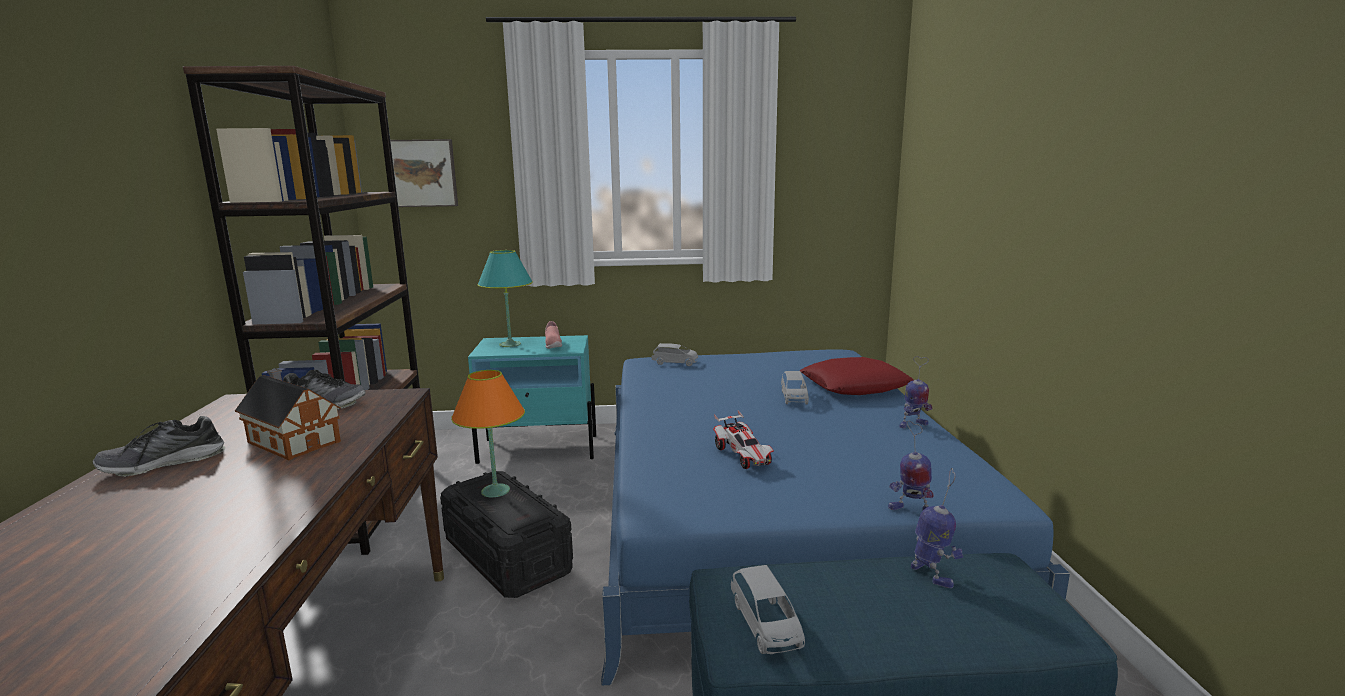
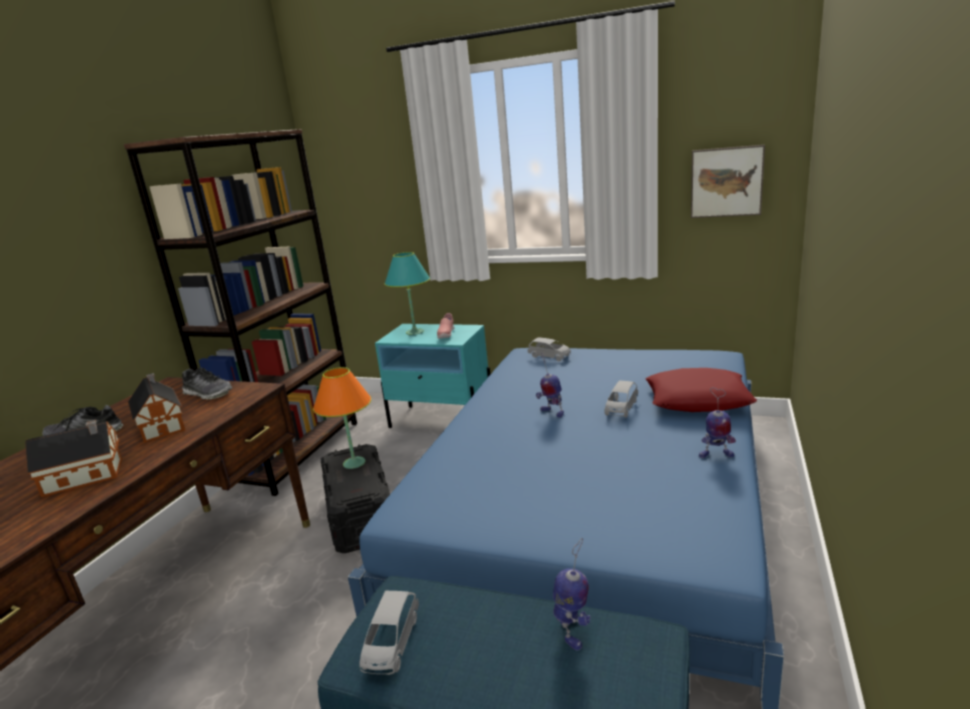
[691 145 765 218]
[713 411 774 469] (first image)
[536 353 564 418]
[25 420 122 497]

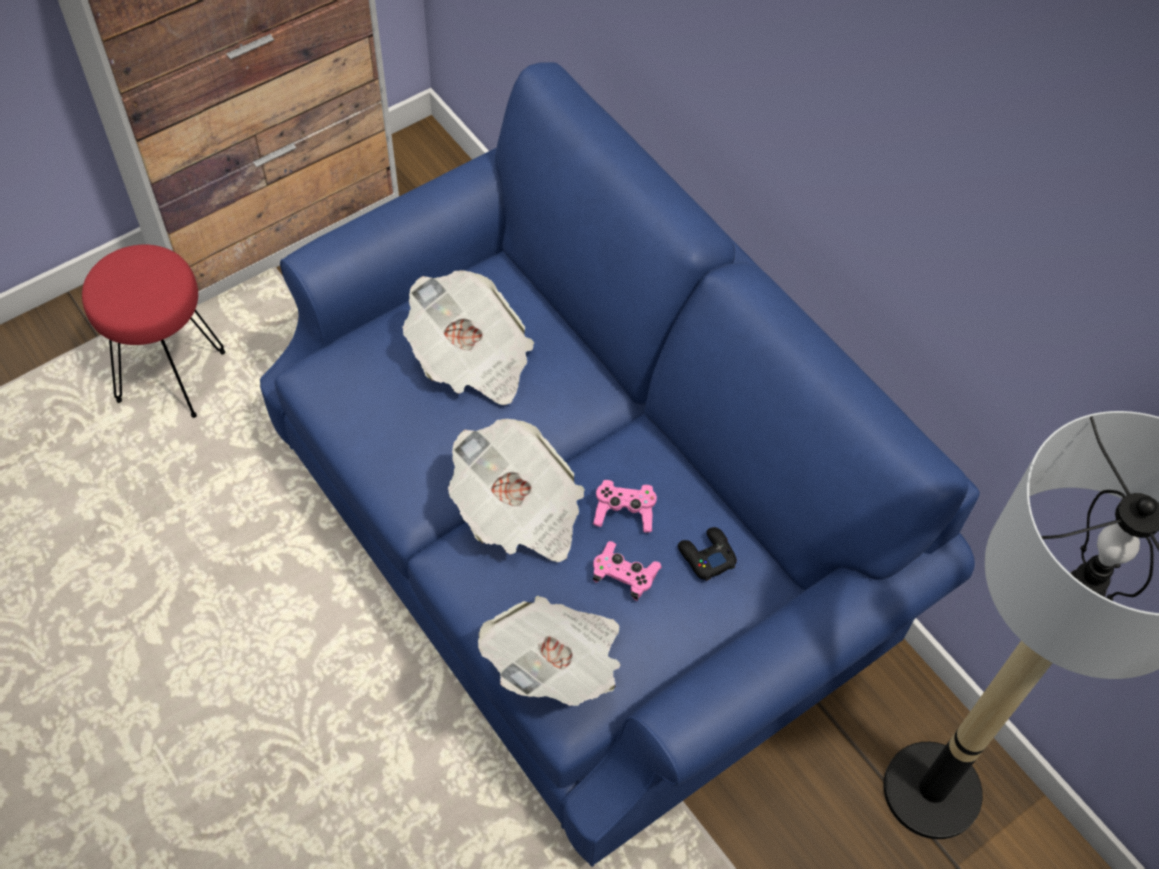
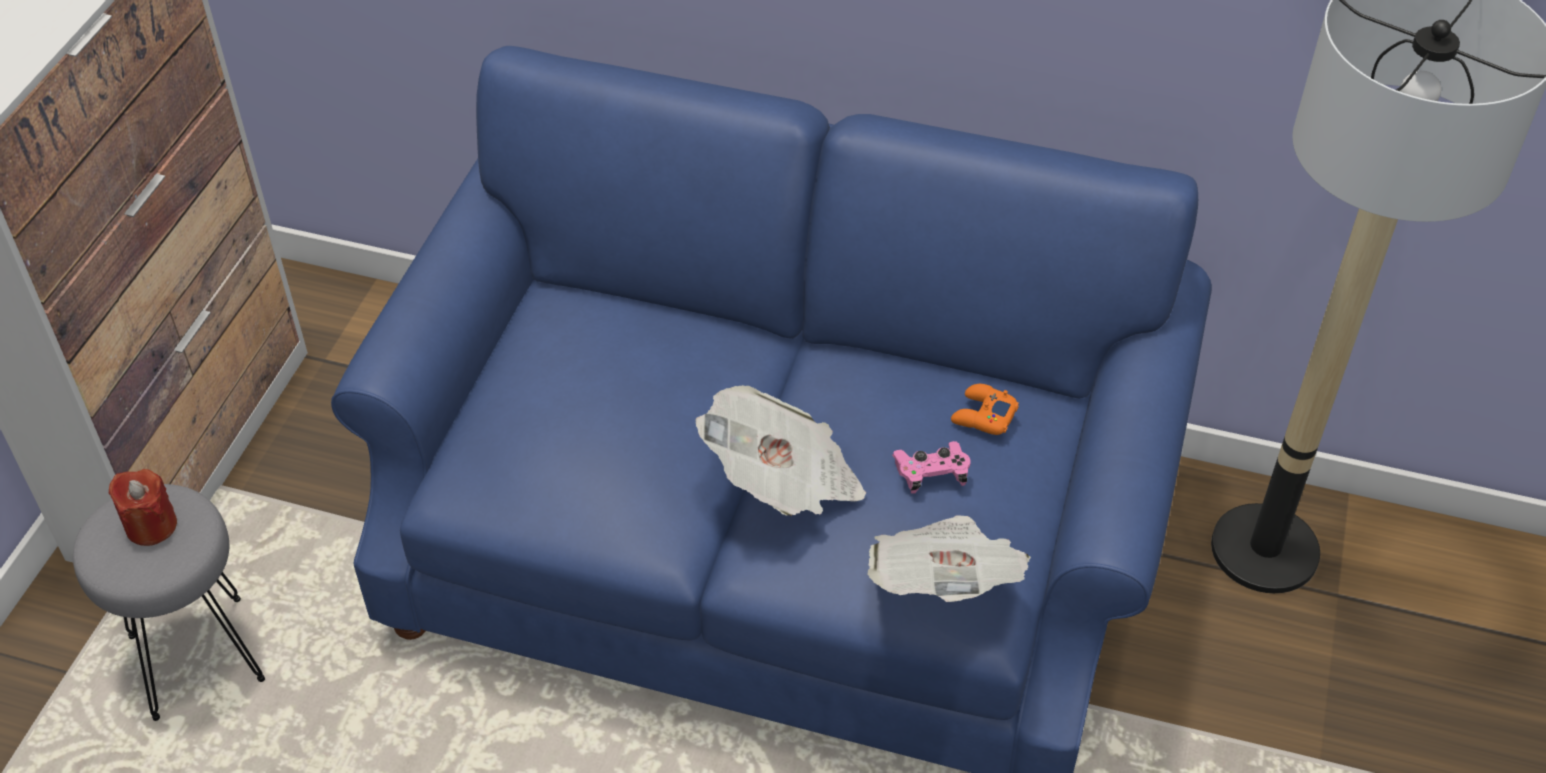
[73 484 265 721]
[402 270 534 405] (first image)
[593 480 657 533] (first image)
[951 384 1019 435]
[108 469 177 546]

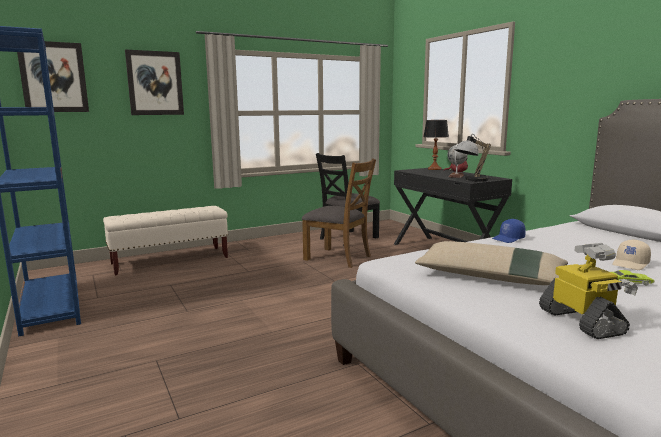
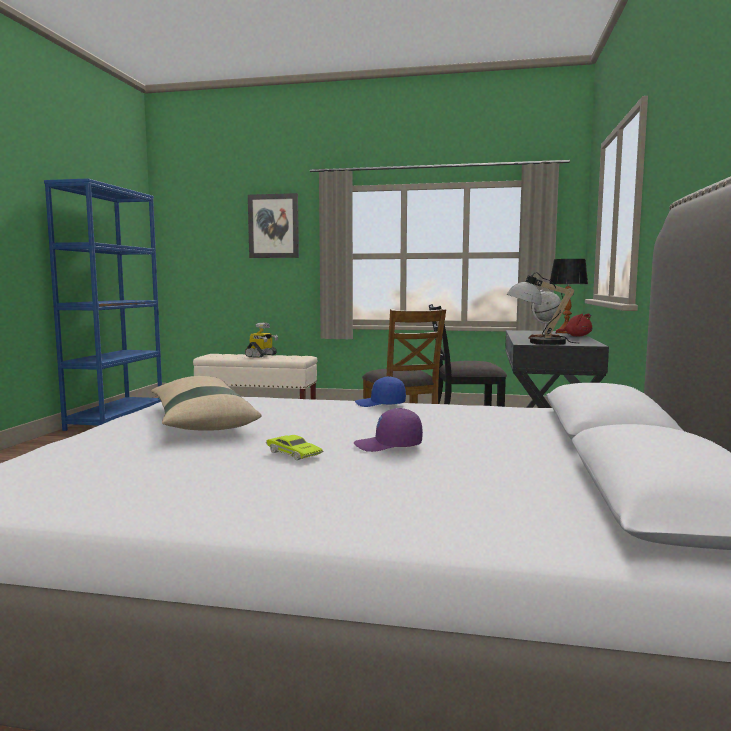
[17 41 89 112] (first image)
[245 323 278 358]
[354 408 423 452]

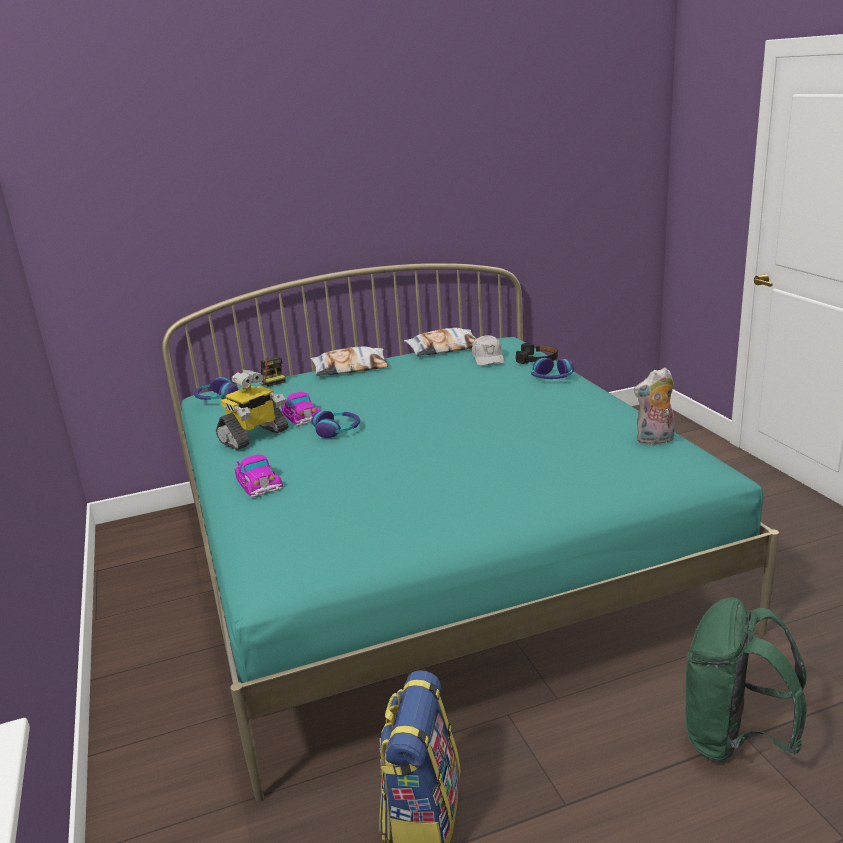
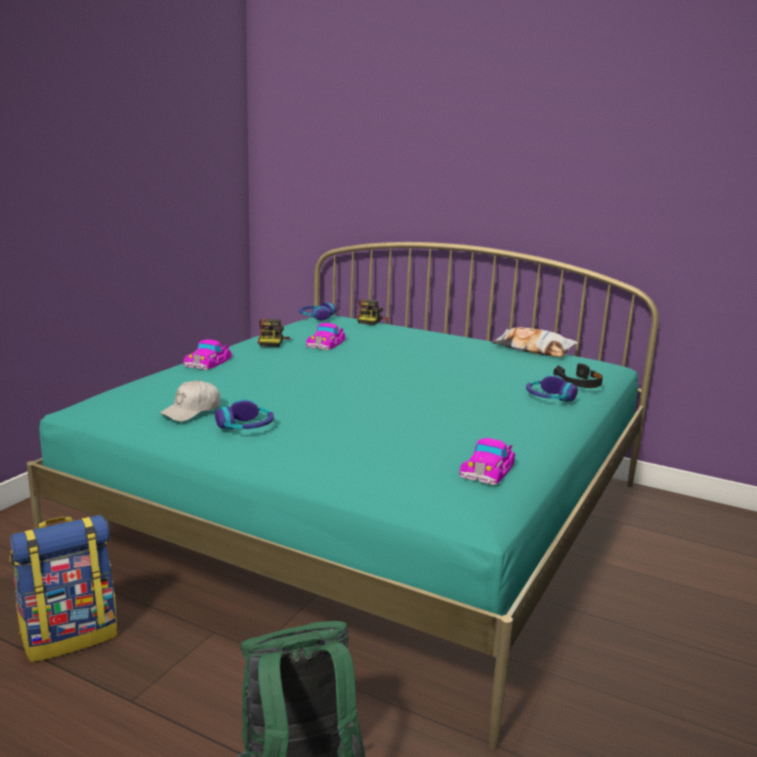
[258 318 291 347]
[310 347 389 376] (first image)
[215 399 274 429]
[159 380 220 422]
[459 438 515 485]

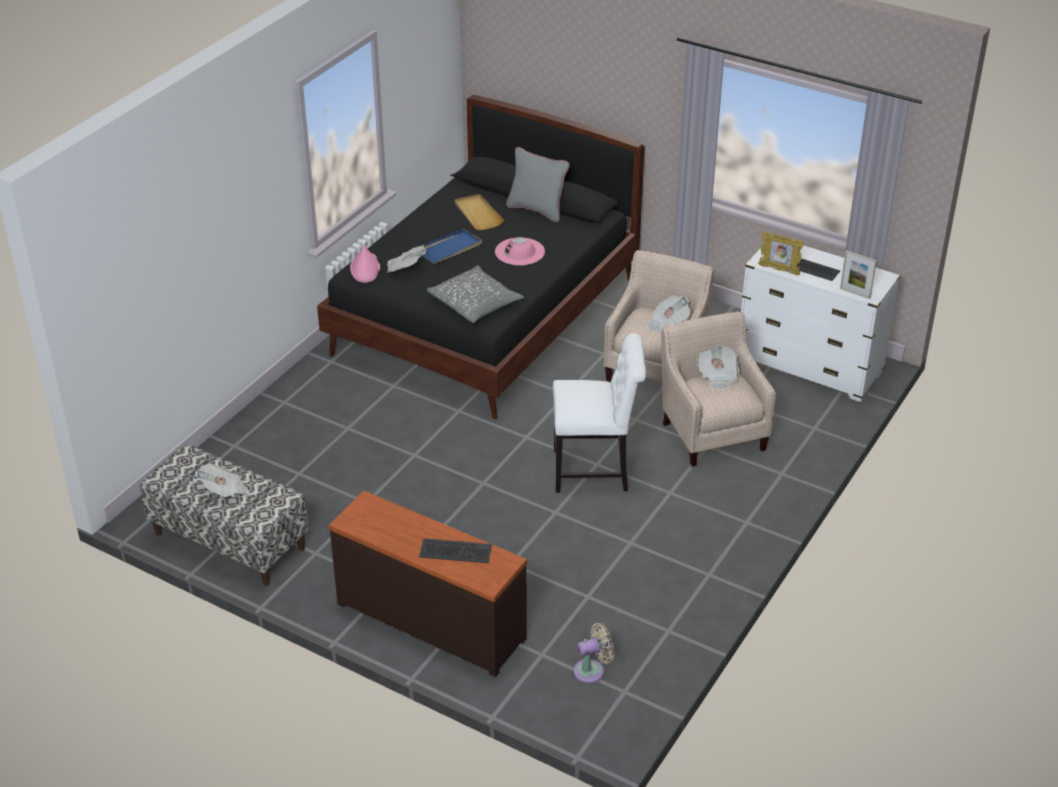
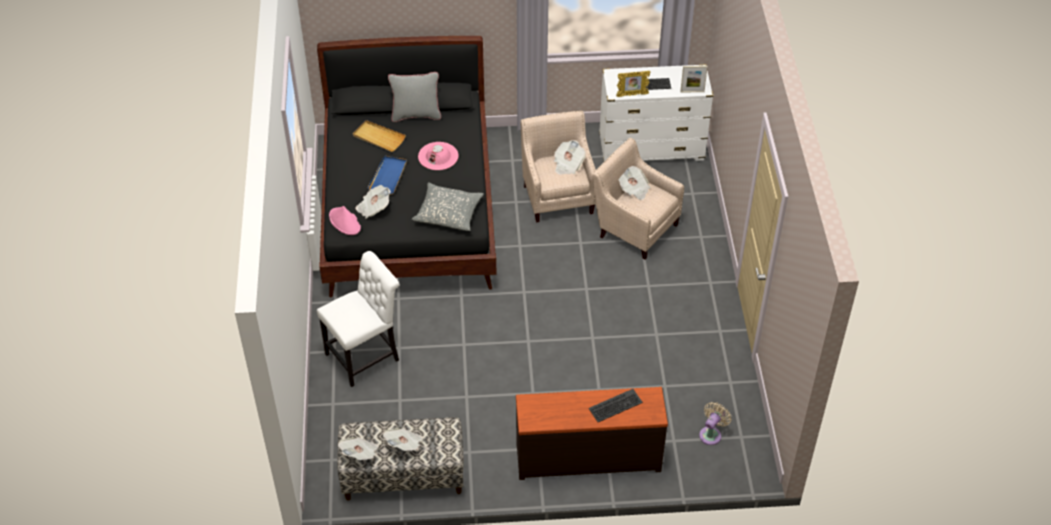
[317 251 399 387]
[338 437 379 460]

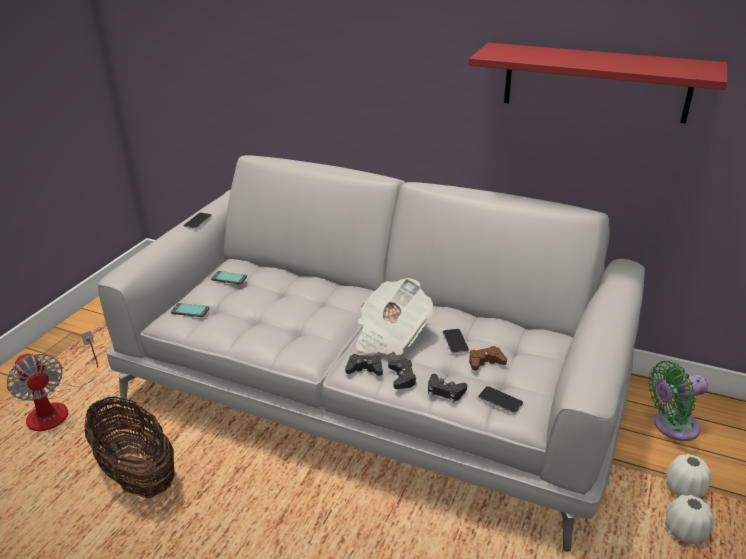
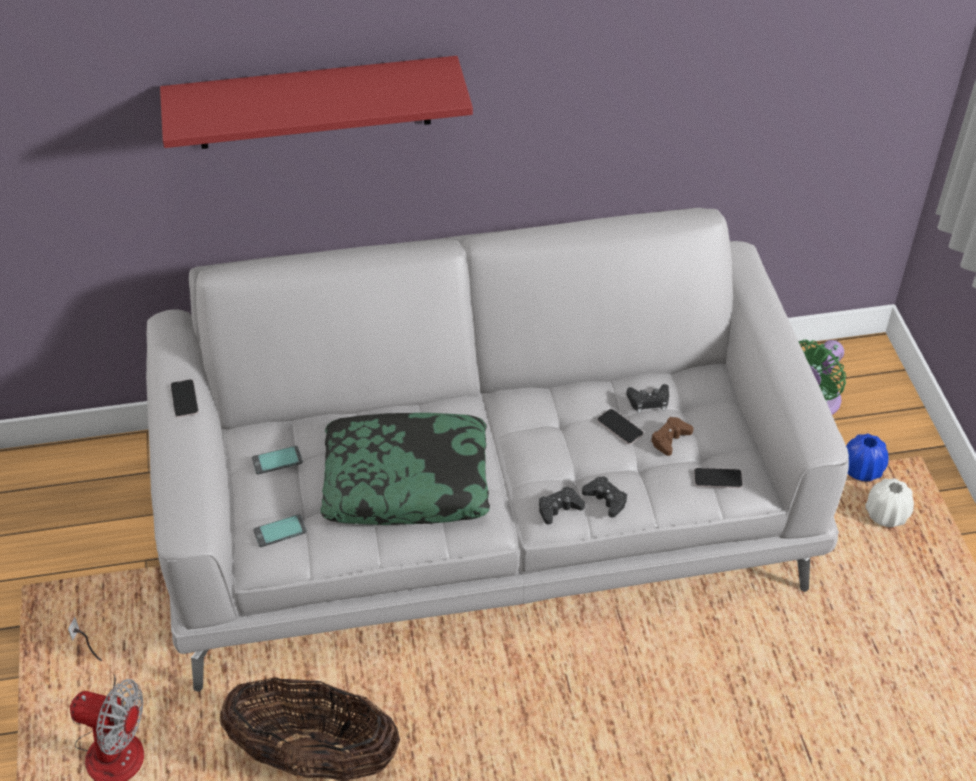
[356 278 433 355] (first image)
[626 384 669 413]
[160 56 473 149]
[846 433 888 481]
[321 413 490 525]

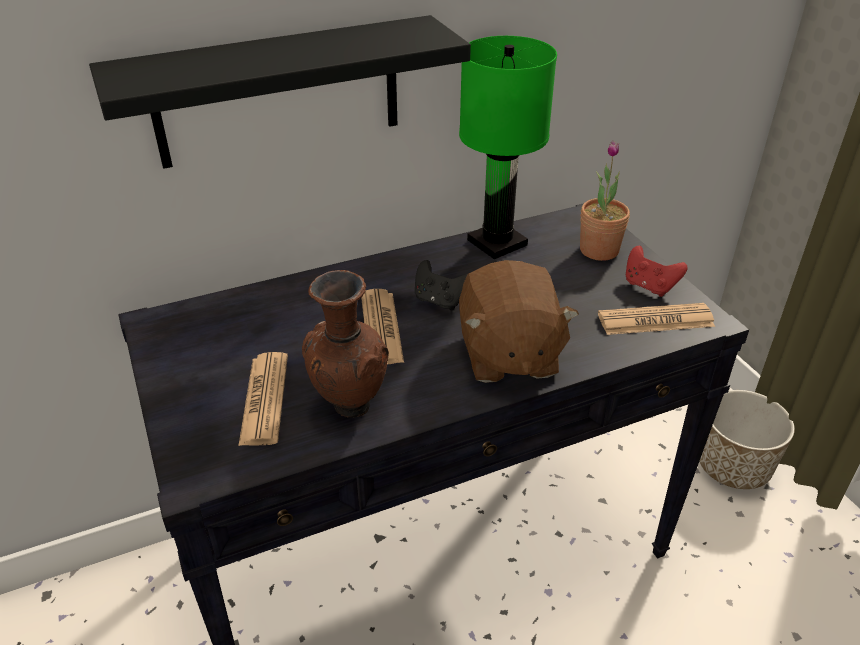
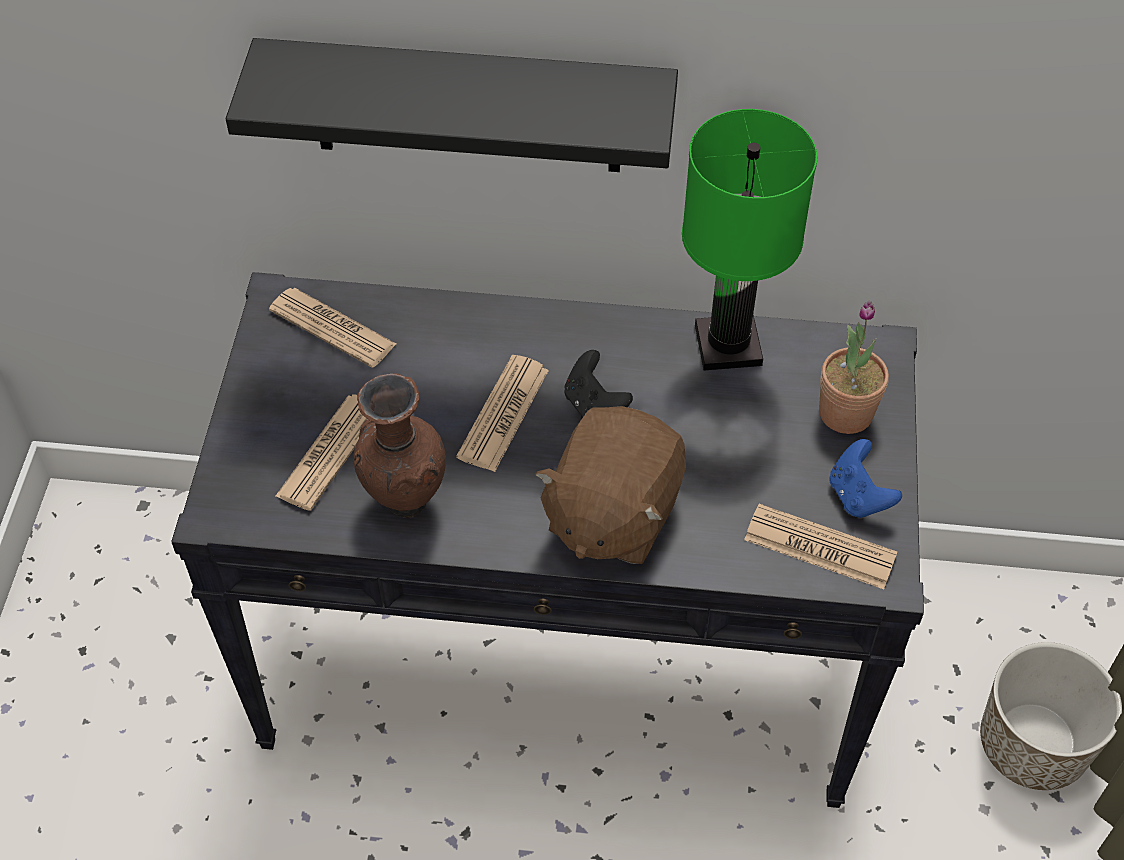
[829 439 902 518]
[269 288 396 368]

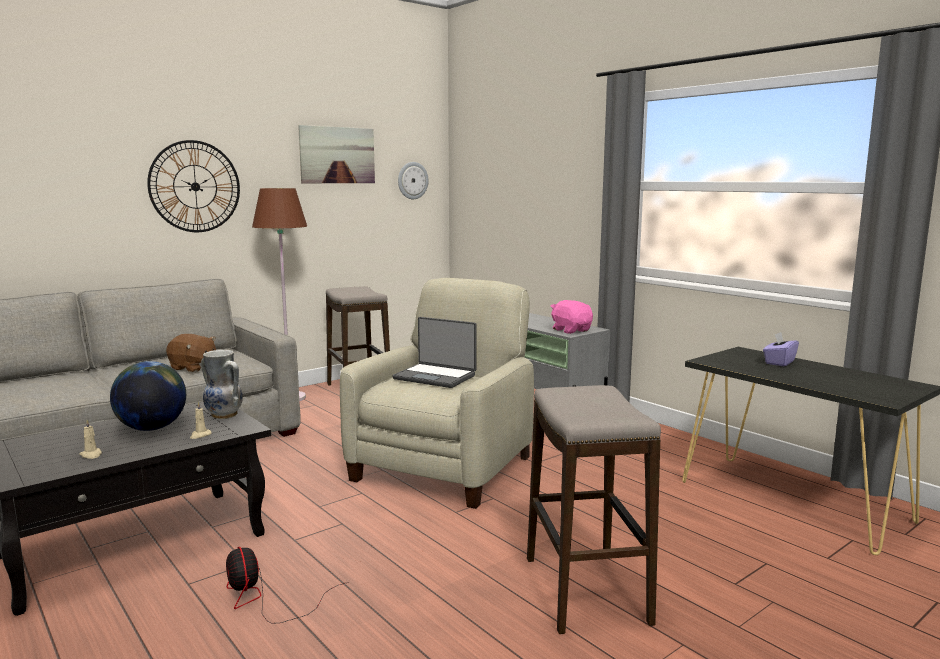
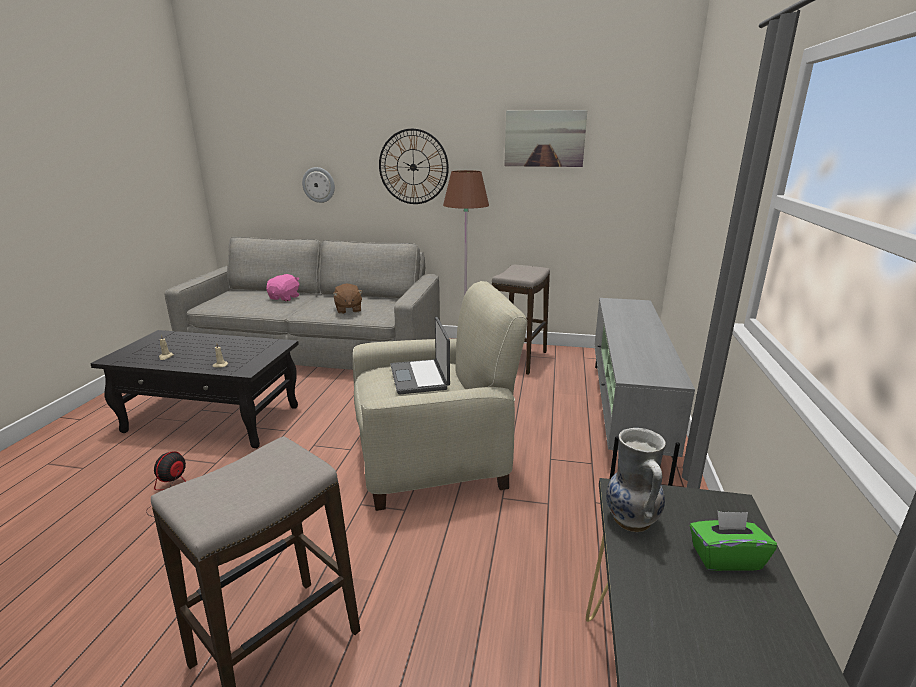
[110 361 186 431] (first image)
[606 428 666 532]
[302 167 335 203]
[266 274 300 301]
[690 511 777 571]

